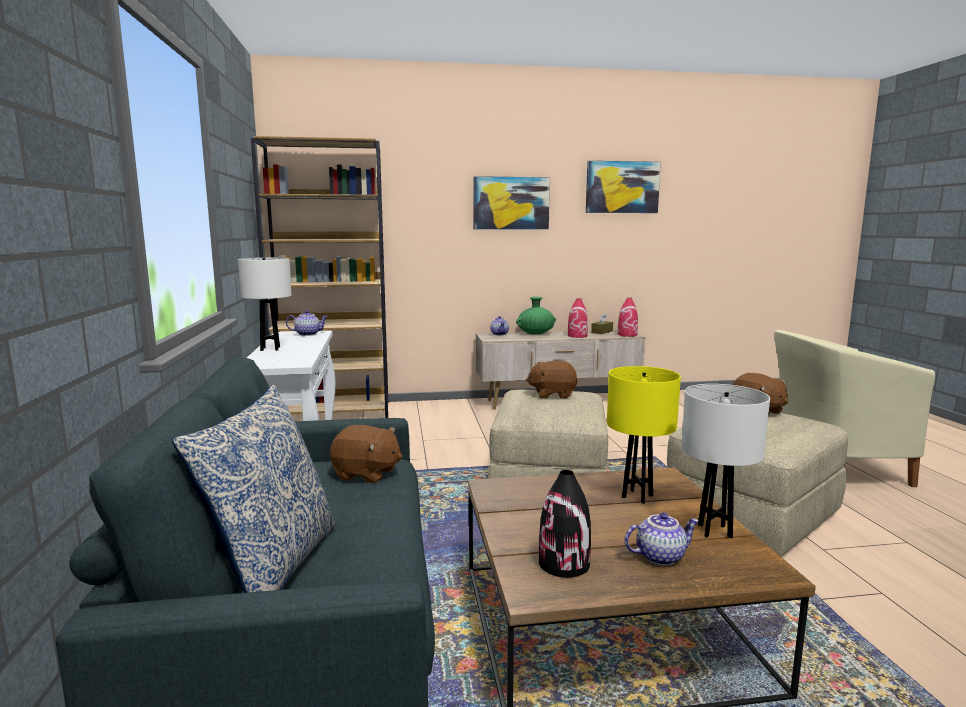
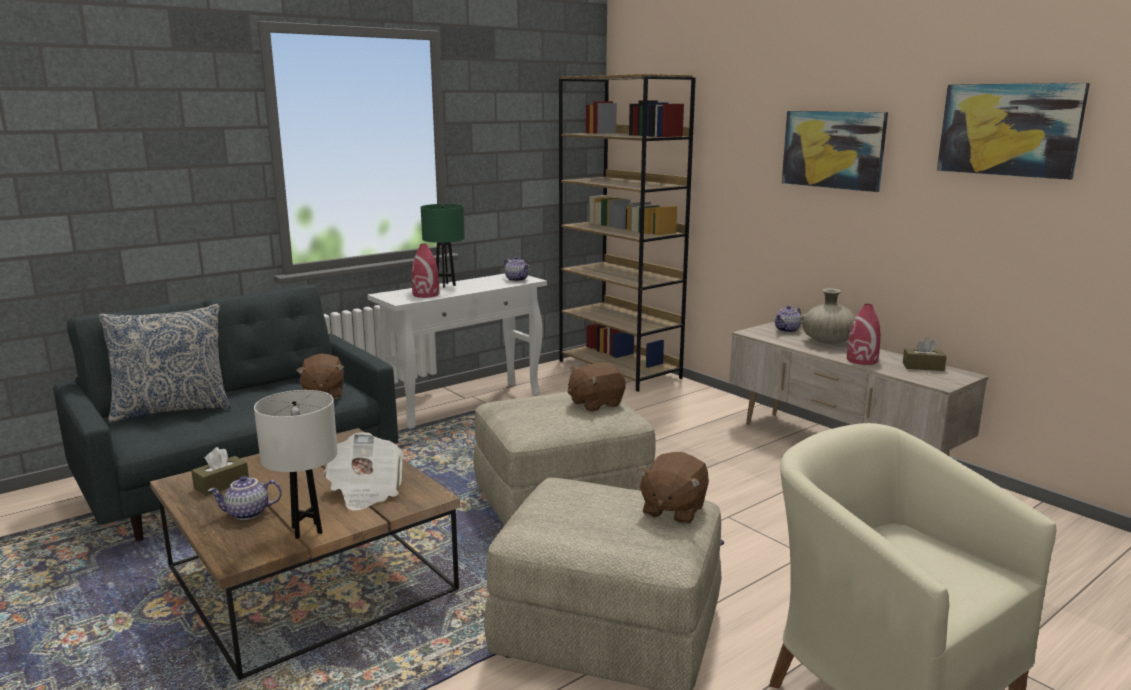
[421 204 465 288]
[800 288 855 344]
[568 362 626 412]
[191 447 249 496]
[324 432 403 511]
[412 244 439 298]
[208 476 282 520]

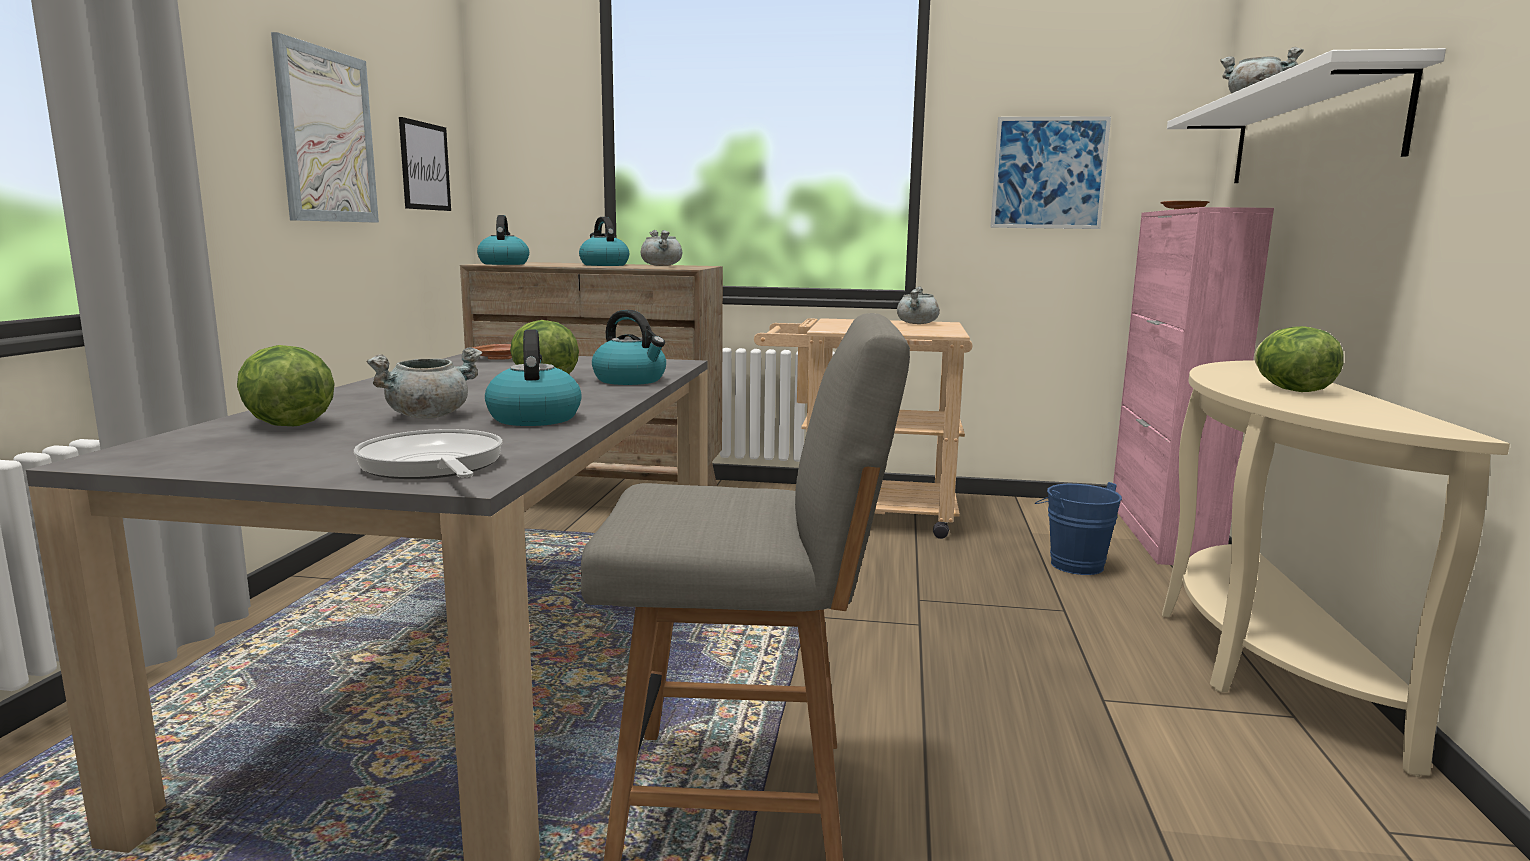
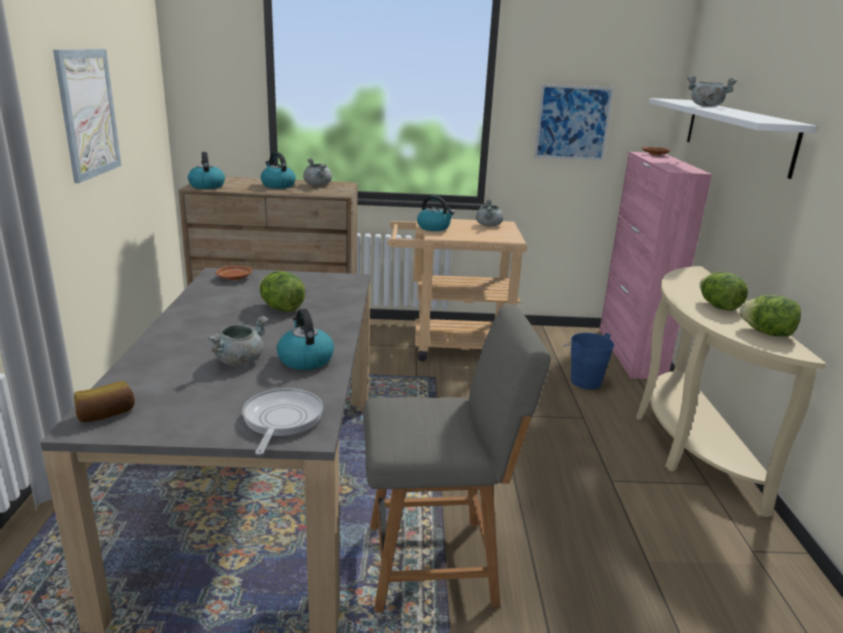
[740 295 801 337]
[242 388 323 455]
[399 117 451 211] (first image)
[417 196 455 231]
[74 381 135 422]

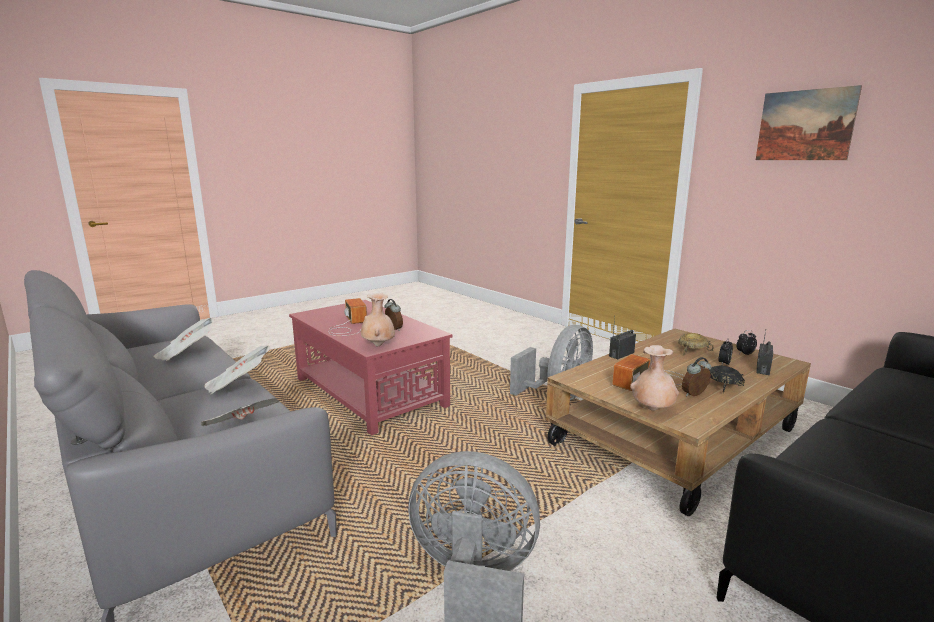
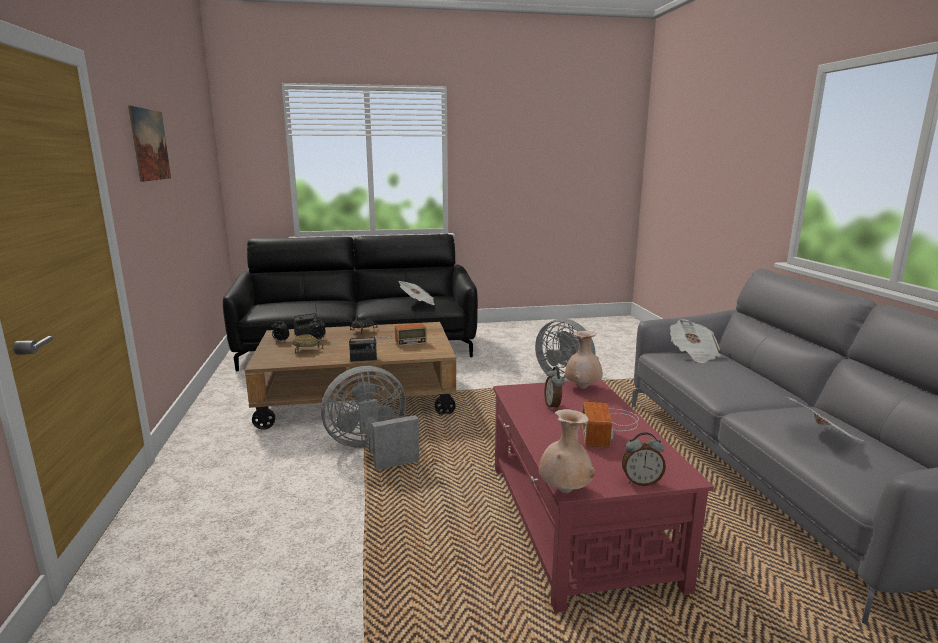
[398 281 434 305]
[539 409 595 493]
[622 432 666 486]

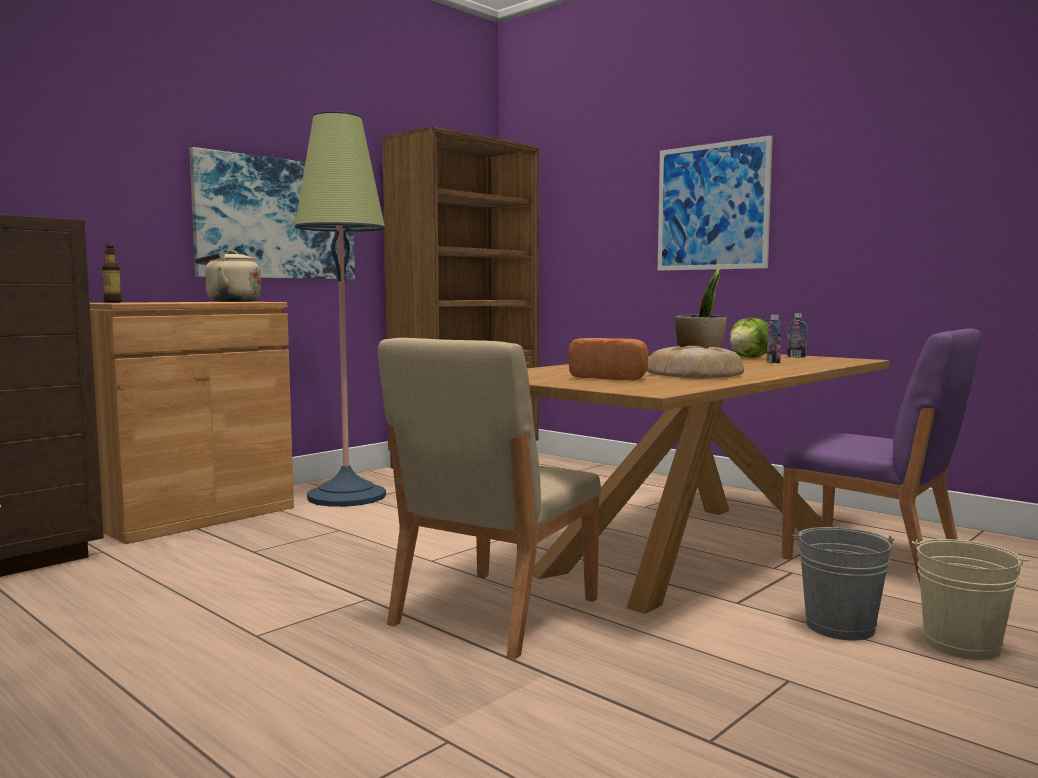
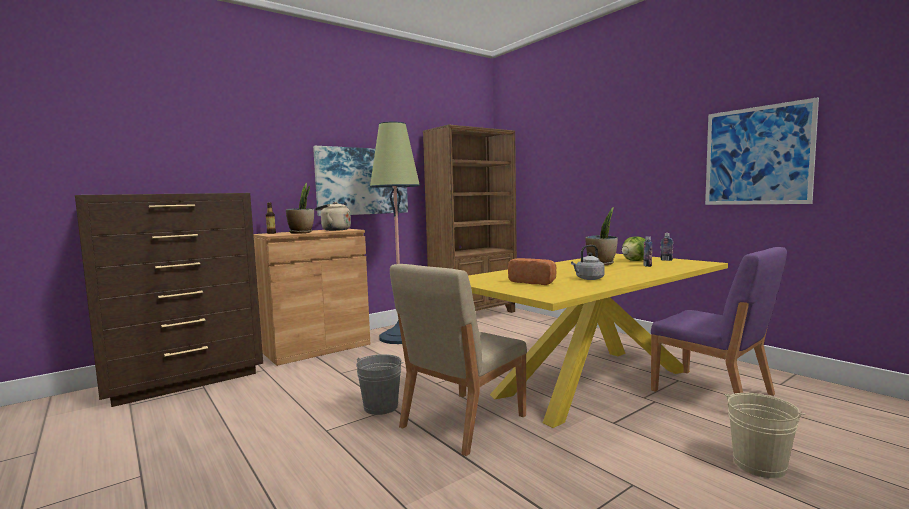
[468 254 728 428]
[571 245 605 280]
[705 97 819 205]
[356 354 404 415]
[286 183 314 234]

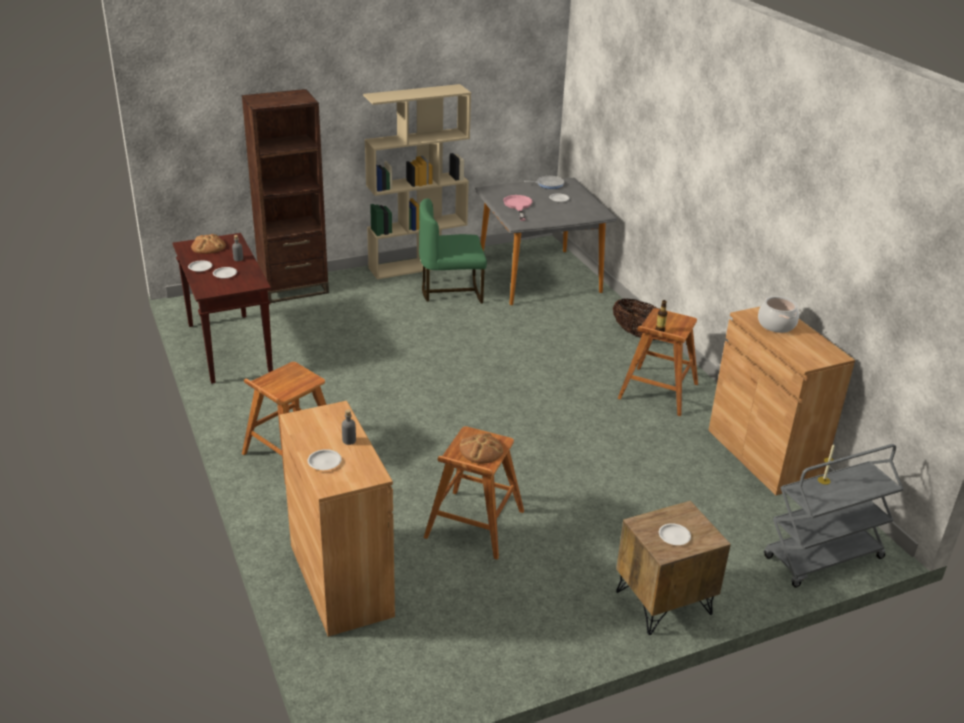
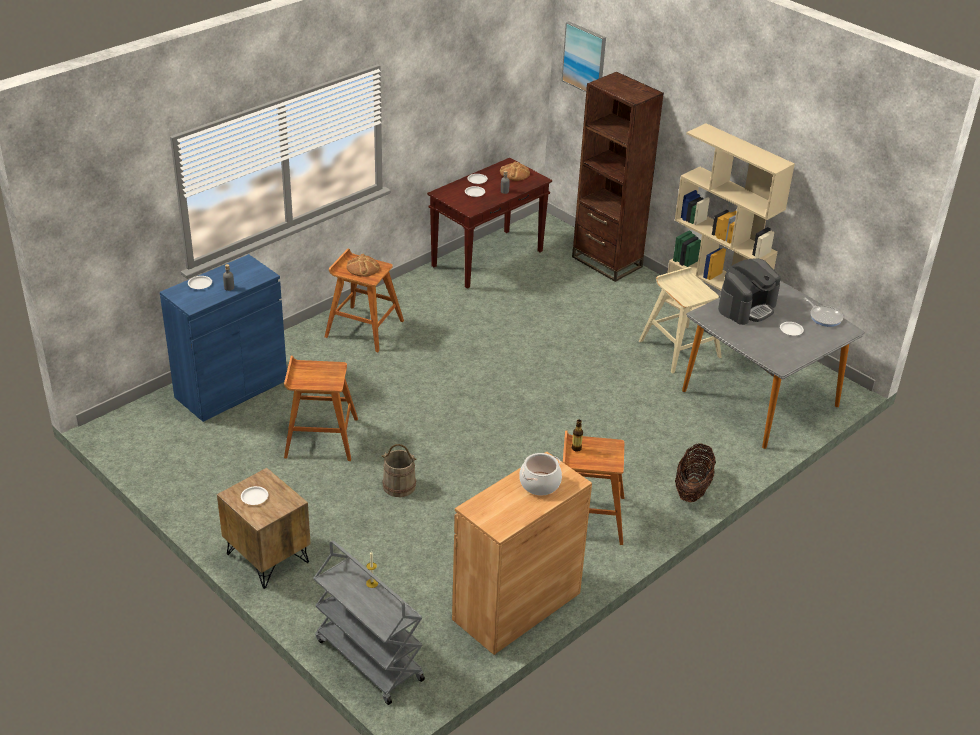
[160 254 287 422]
[639 267 722 374]
[347 254 380 277]
[718 258 781 325]
[382 444 417 497]
[562 21 606 92]

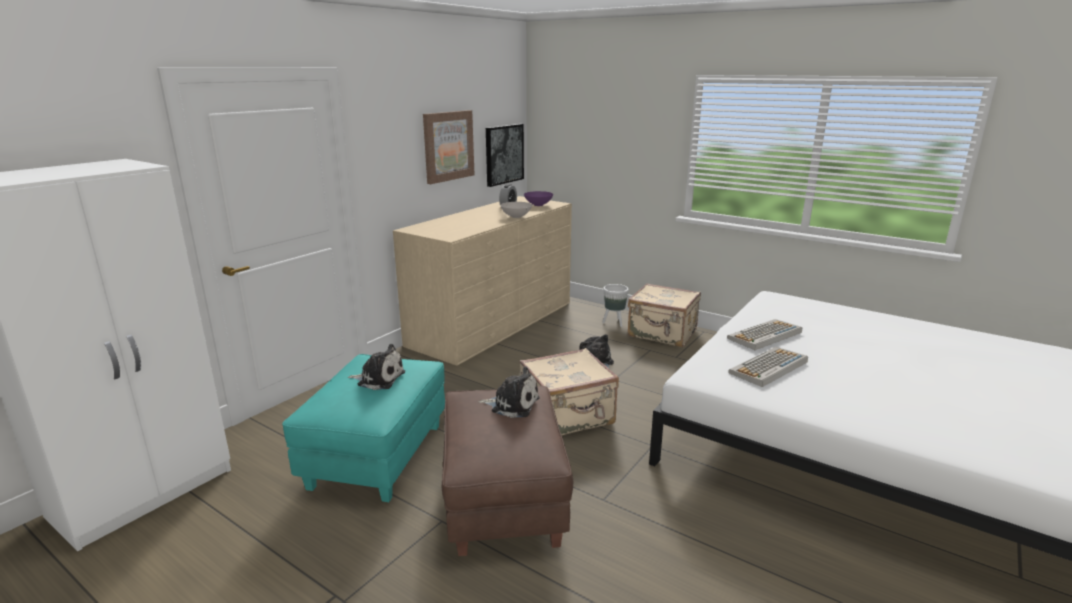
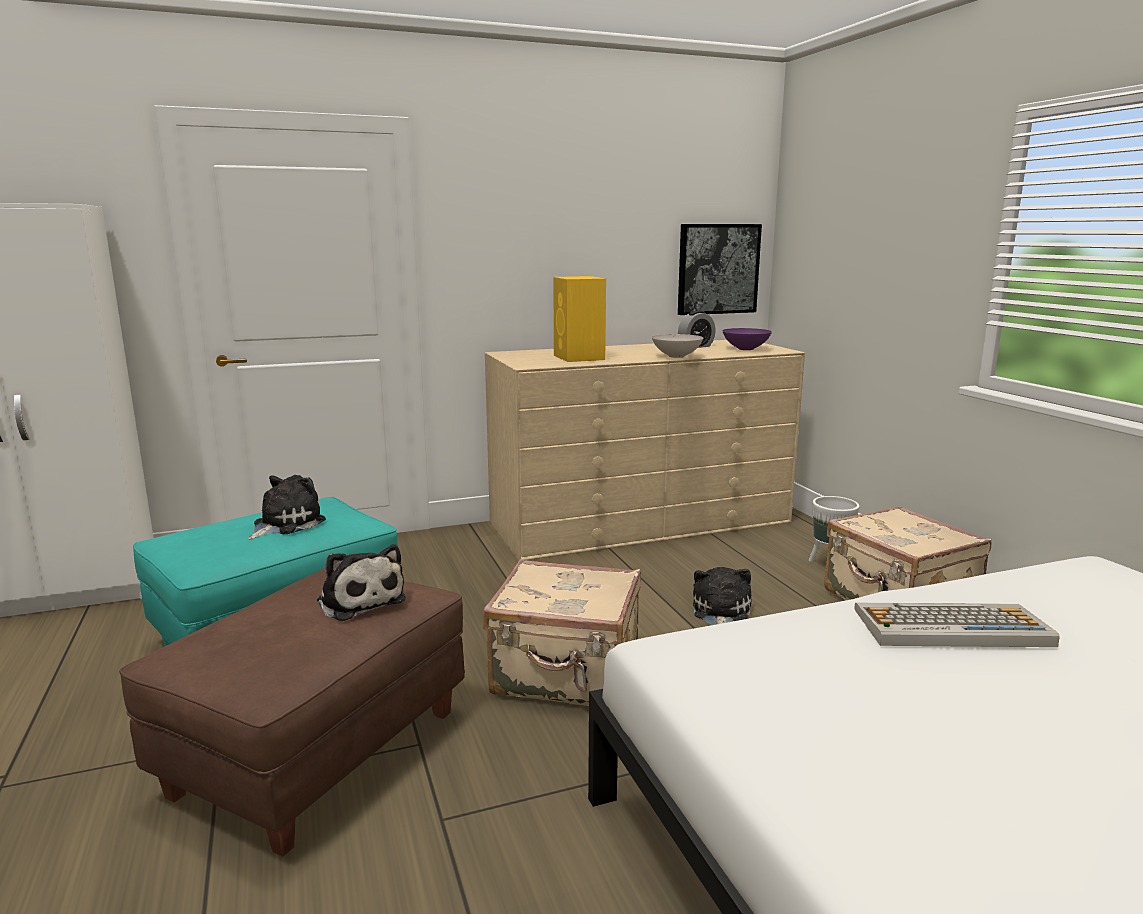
[248 475 326 540]
[423 110 475 184] (first image)
[728 347 808 387] (first image)
[553 276 606 362]

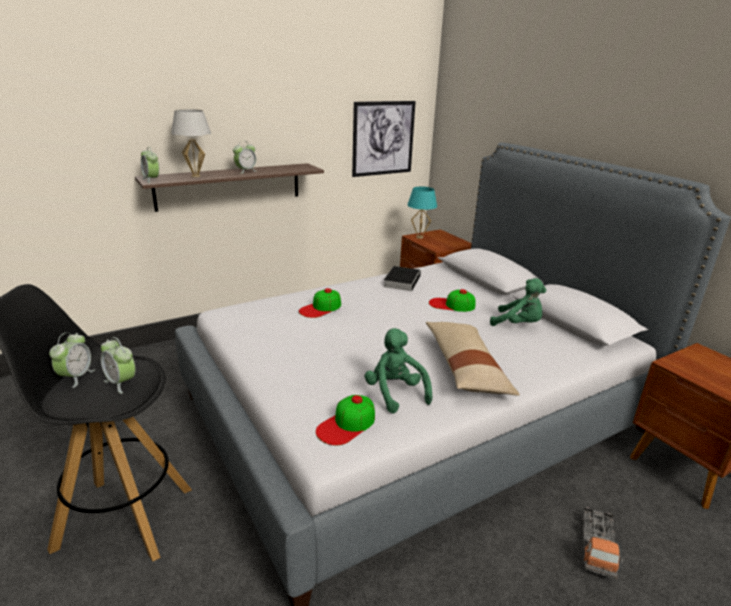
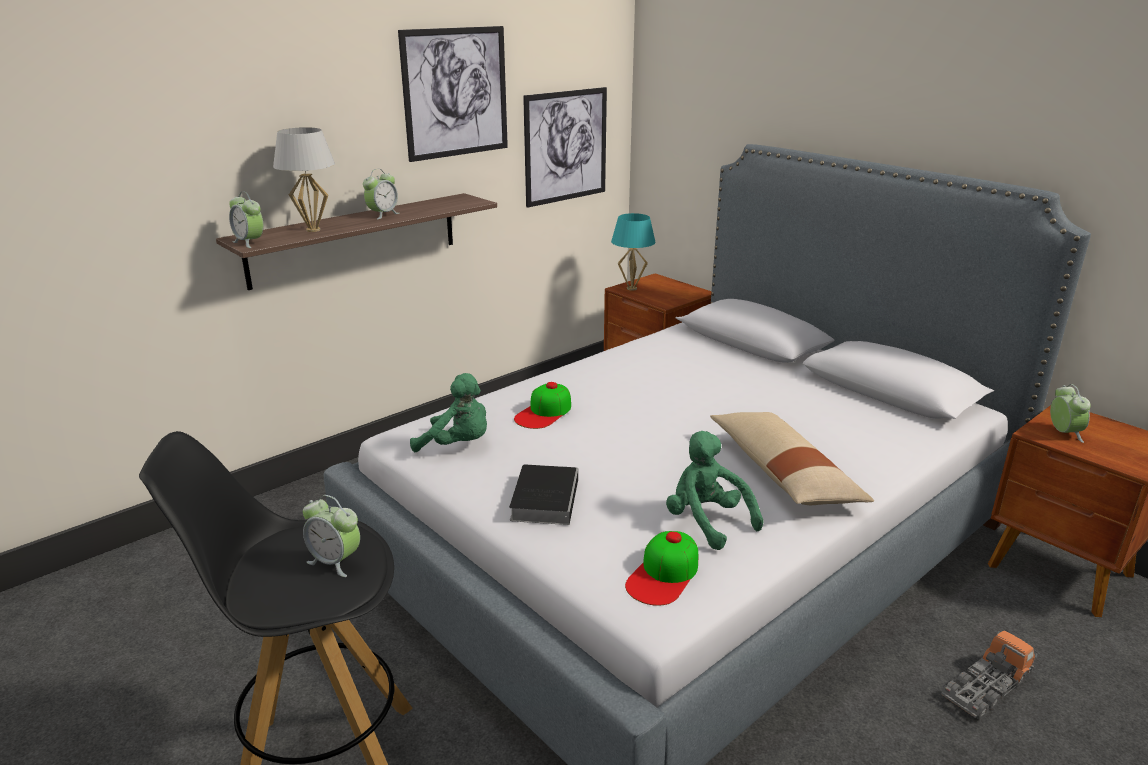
[1050 384 1091 443]
[509 464 578 525]
[429 289 476 312] (first image)
[410 373 487 452]
[941 631 1038 720]
[398 26 508 162]

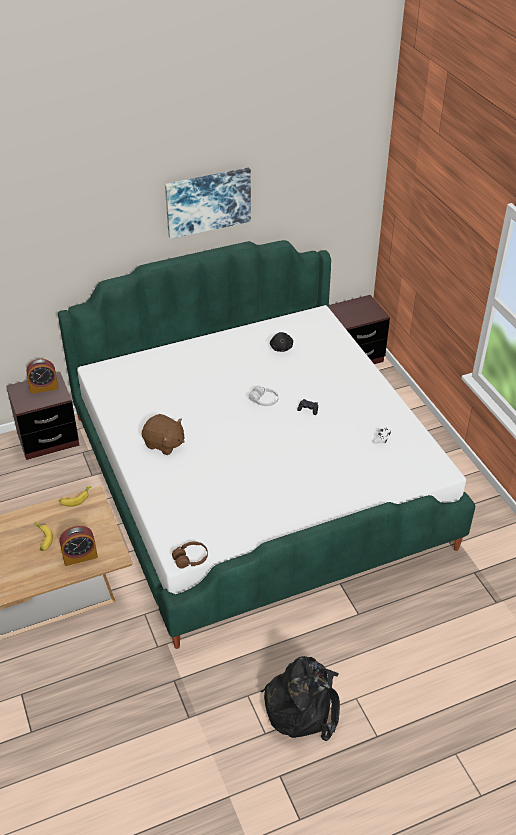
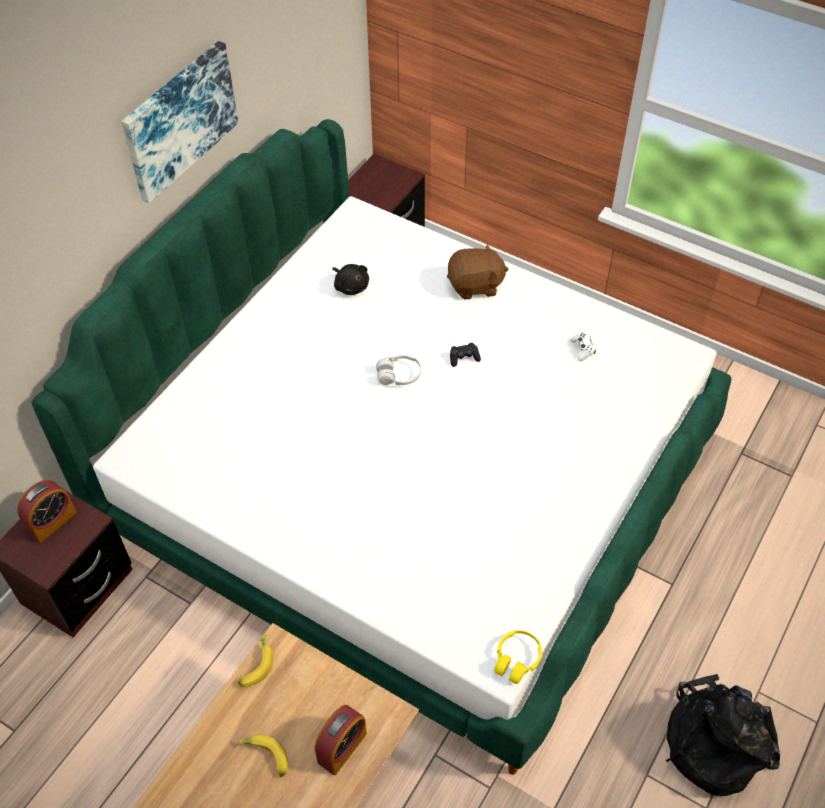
[447 243 509 299]
[494 630 542 684]

